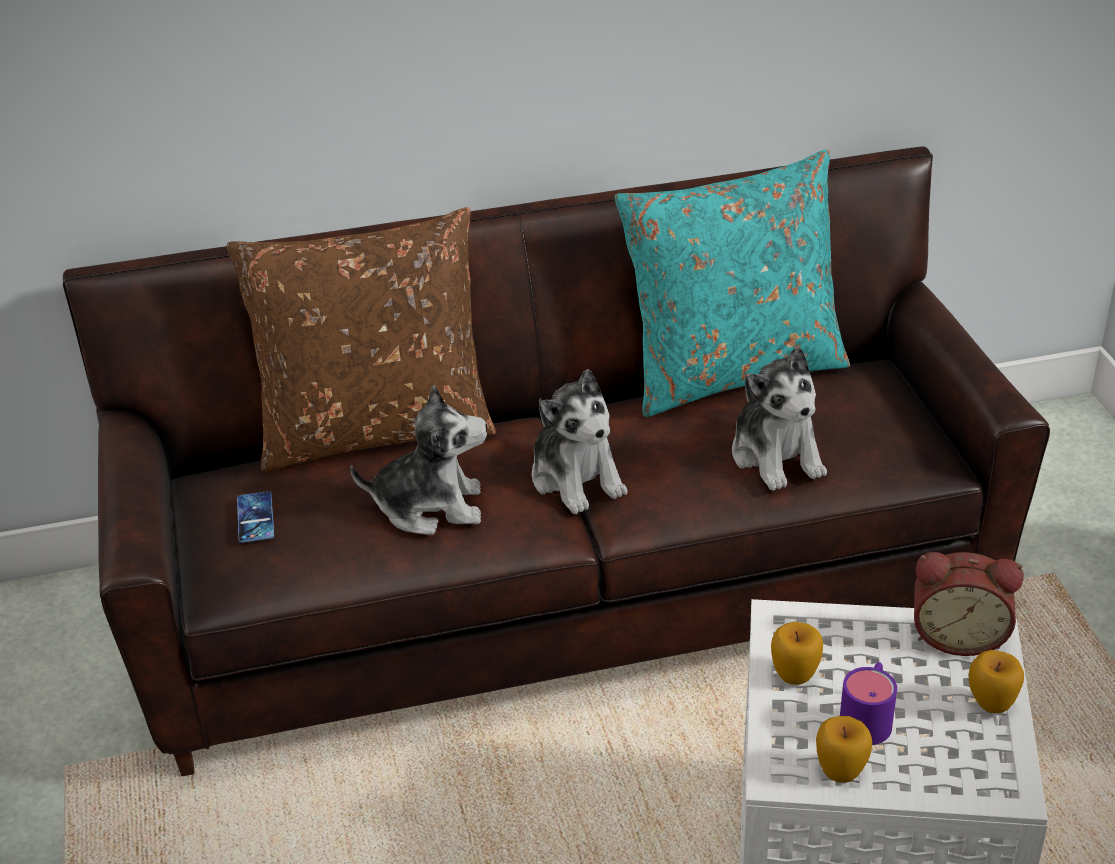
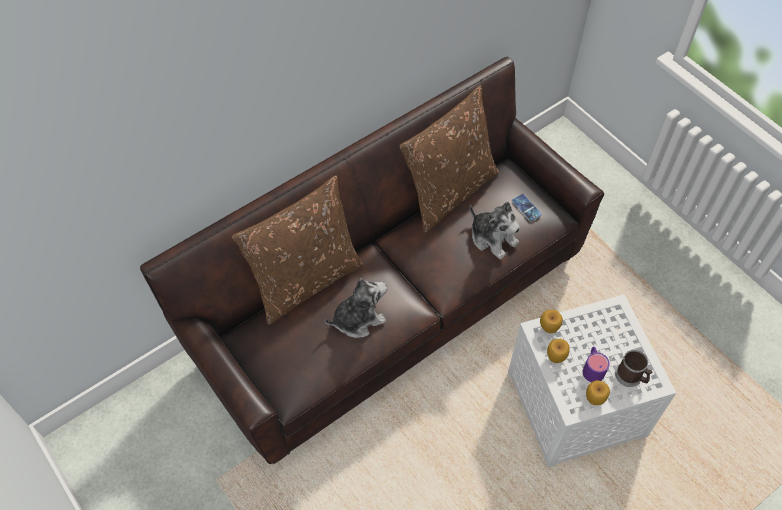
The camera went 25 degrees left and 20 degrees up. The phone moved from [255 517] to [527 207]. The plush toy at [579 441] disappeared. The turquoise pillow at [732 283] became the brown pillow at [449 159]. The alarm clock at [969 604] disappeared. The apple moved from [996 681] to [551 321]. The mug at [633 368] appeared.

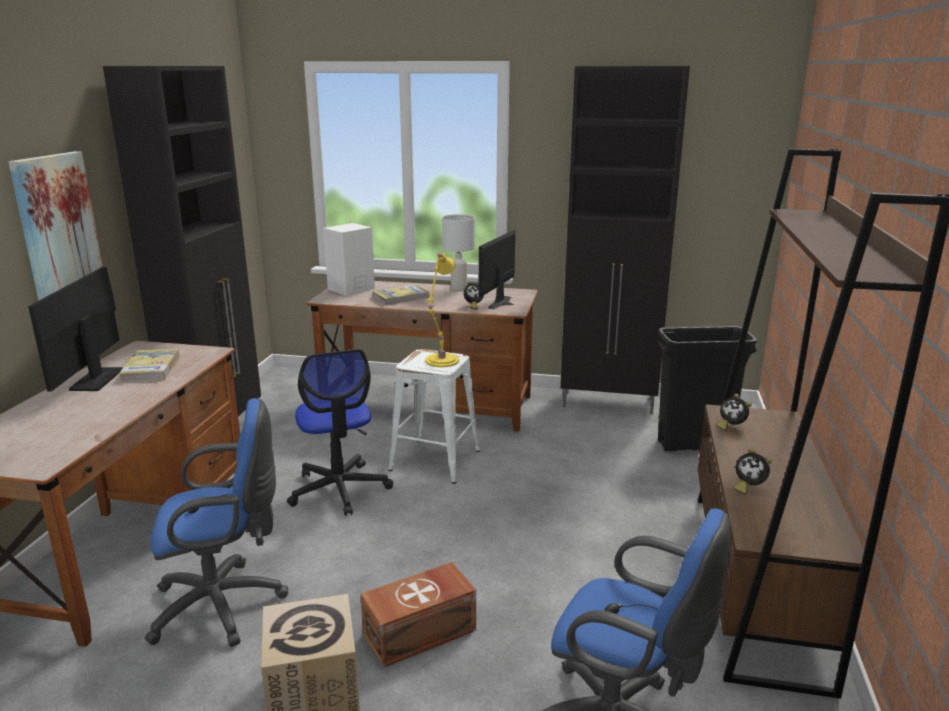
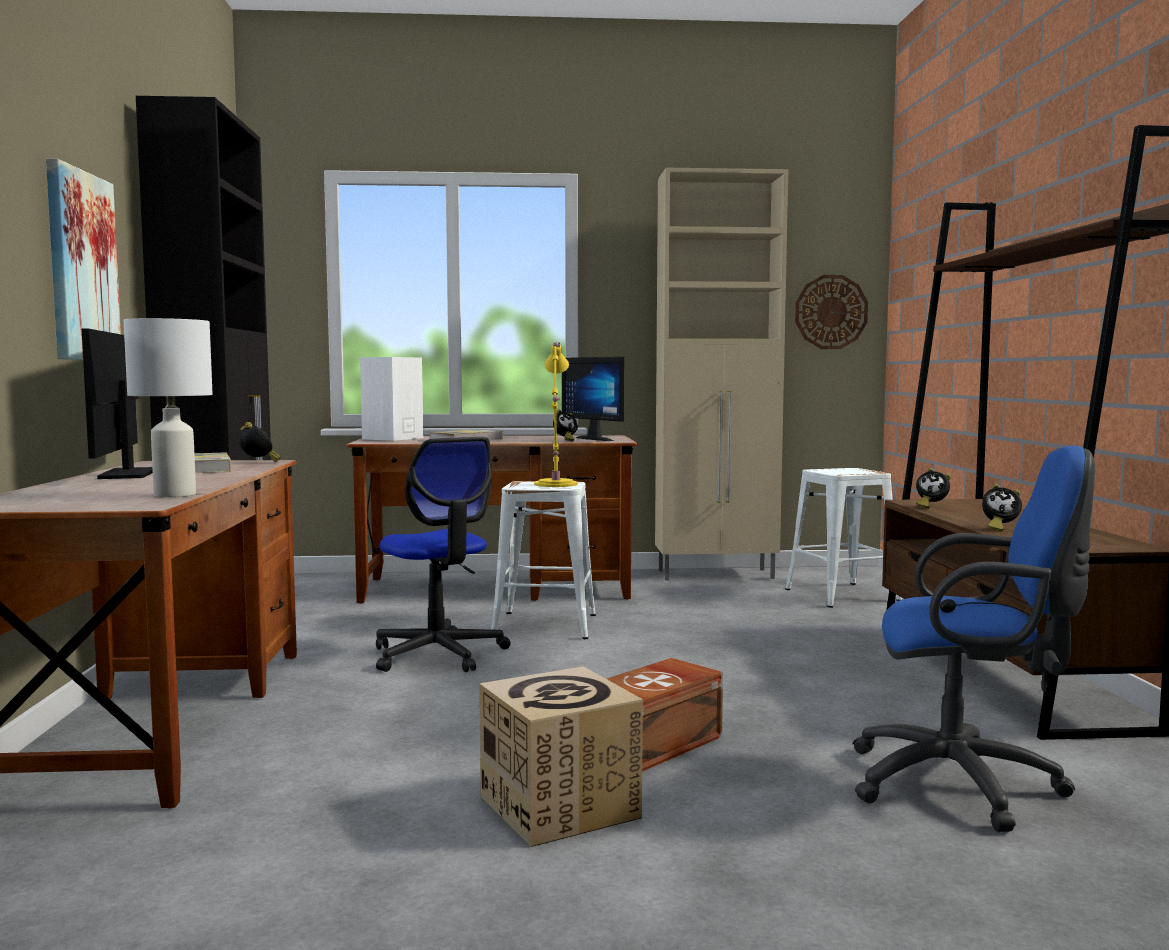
The camera went 15 degrees left and 15 degrees down. The blue office chair at [216 522] disappeared. The white table lamp moved from [458 252] to [168 408]. The monitor at [497 269] turned 45 degrees counterclockwise. The black cabinet at [625 240] became the beige cabinet at [721 374]. The black trash can at [706 388] was replaced by the white stool at [843 538]. The alarm clock at [260 442] appeared. The wall clock at [831 312] appeared.

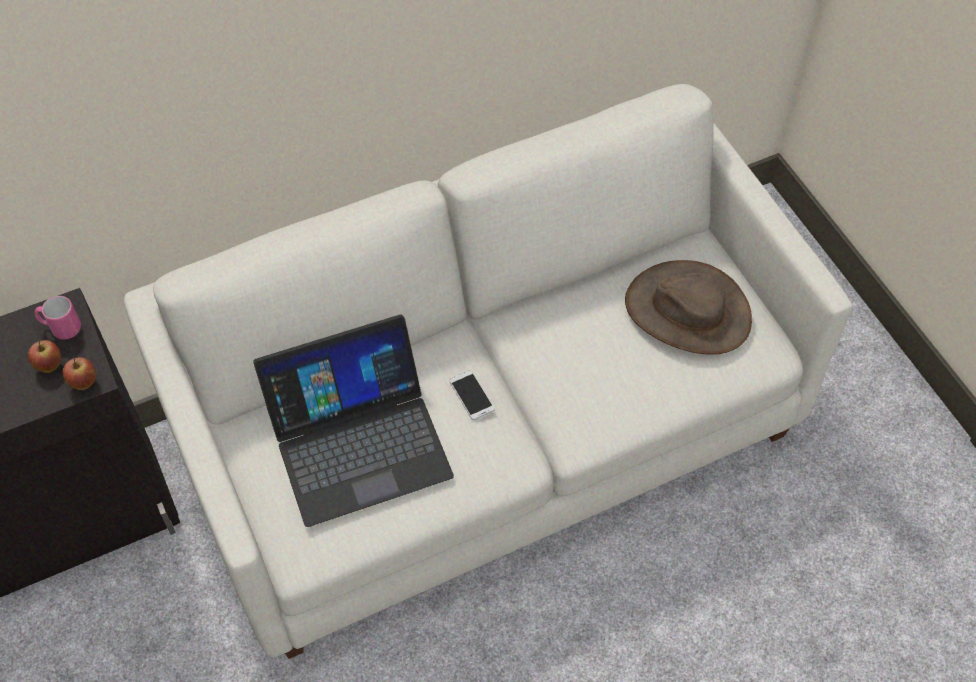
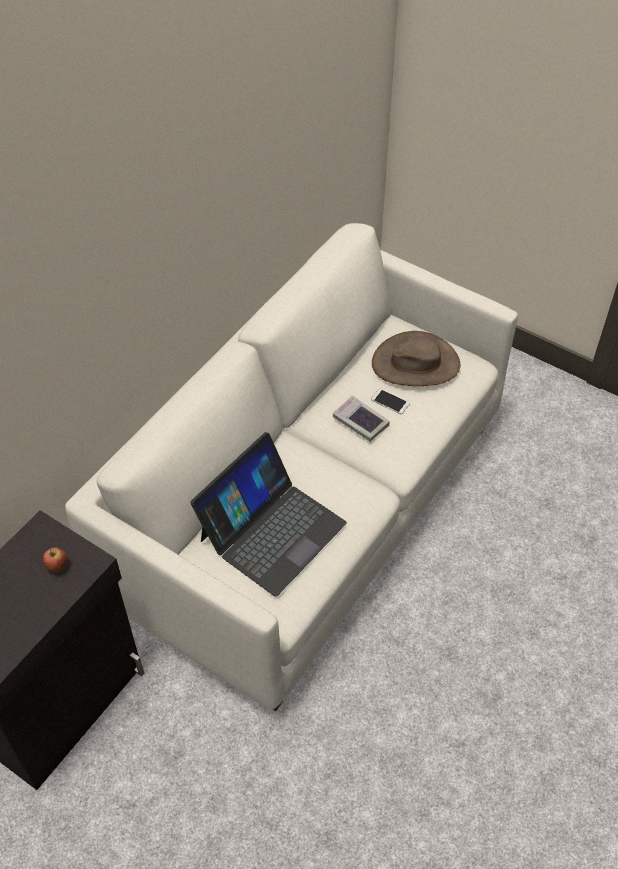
The camera went 30 degrees left and 5 degrees down. The pink mug at [57 318] disappeared. The apple at [79 373] disappeared. The phone moved from [472 395] to [390 401]. The book at [361 418] appeared.

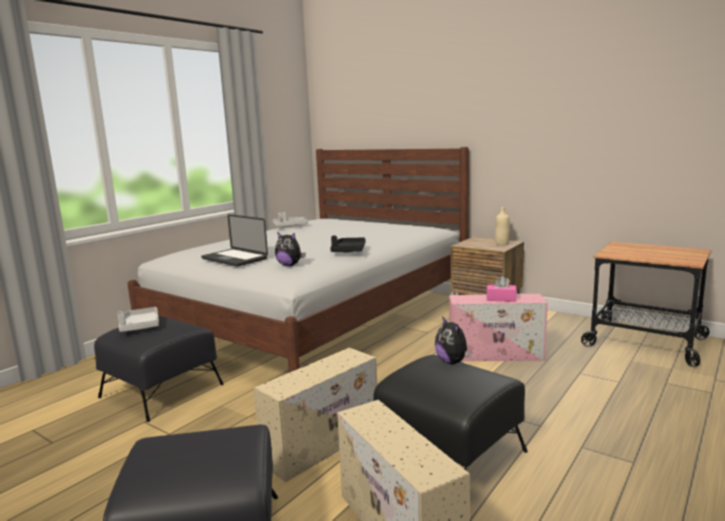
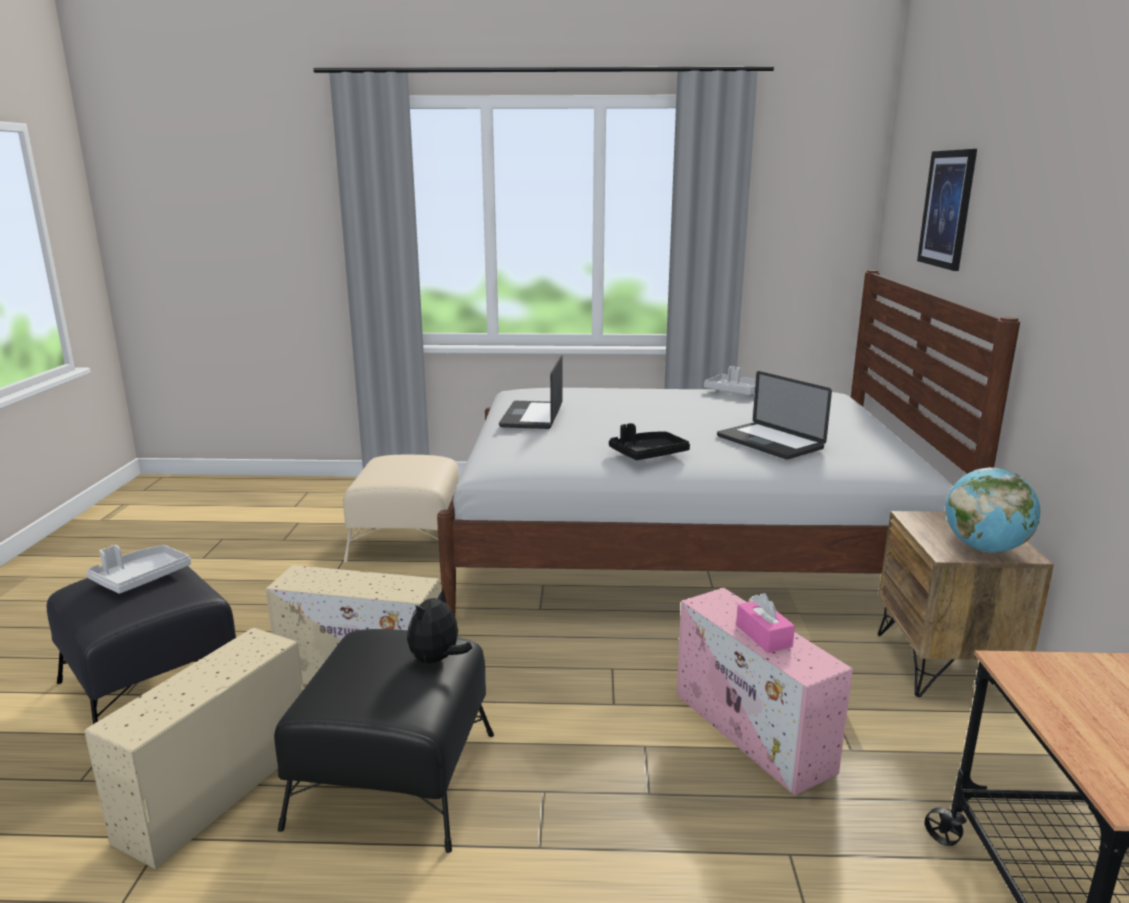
The camera went 55 degrees right and 5 degrees up. The black ottoman at [159 369] became the beige ottoman at [401 508]. The grey tray moved from [138 319] to [138 569]. The plush toy at [290 249] disappeared. The beige bottle at [502 226] was replaced by the globe at [993 510]. The laptop at [774 415] appeared. The picture at [947 210] appeared.

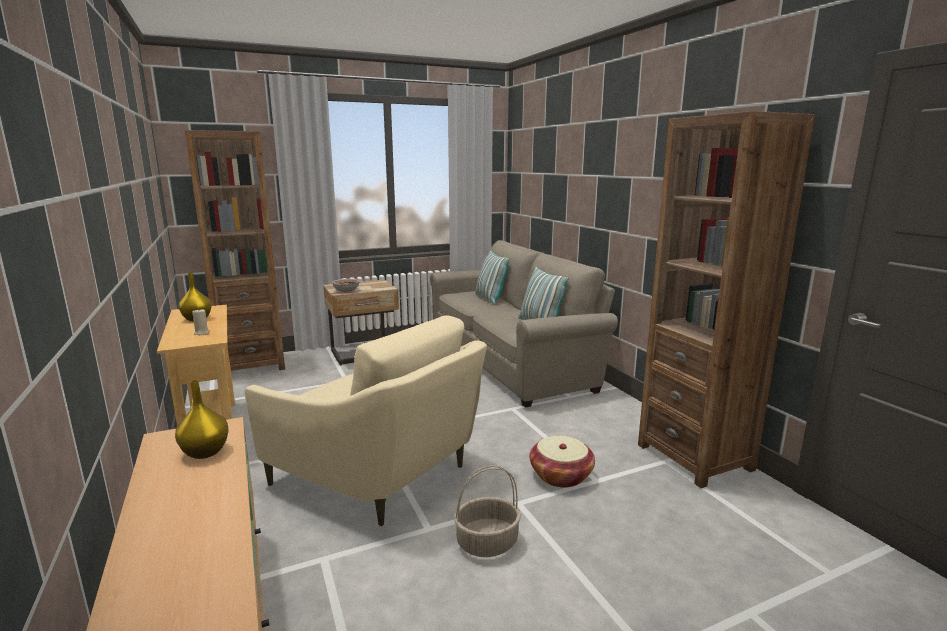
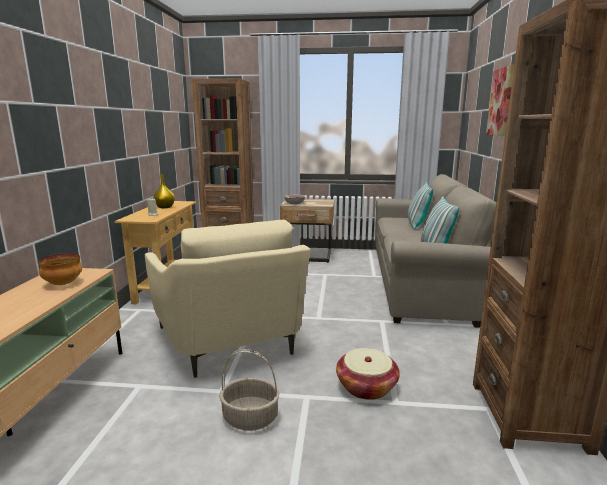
The camera went 30 degrees right and 0 degrees up. The yellow vase at [202 419] was replaced by the bowl at [60 269]. The picture at [500 100] appeared.

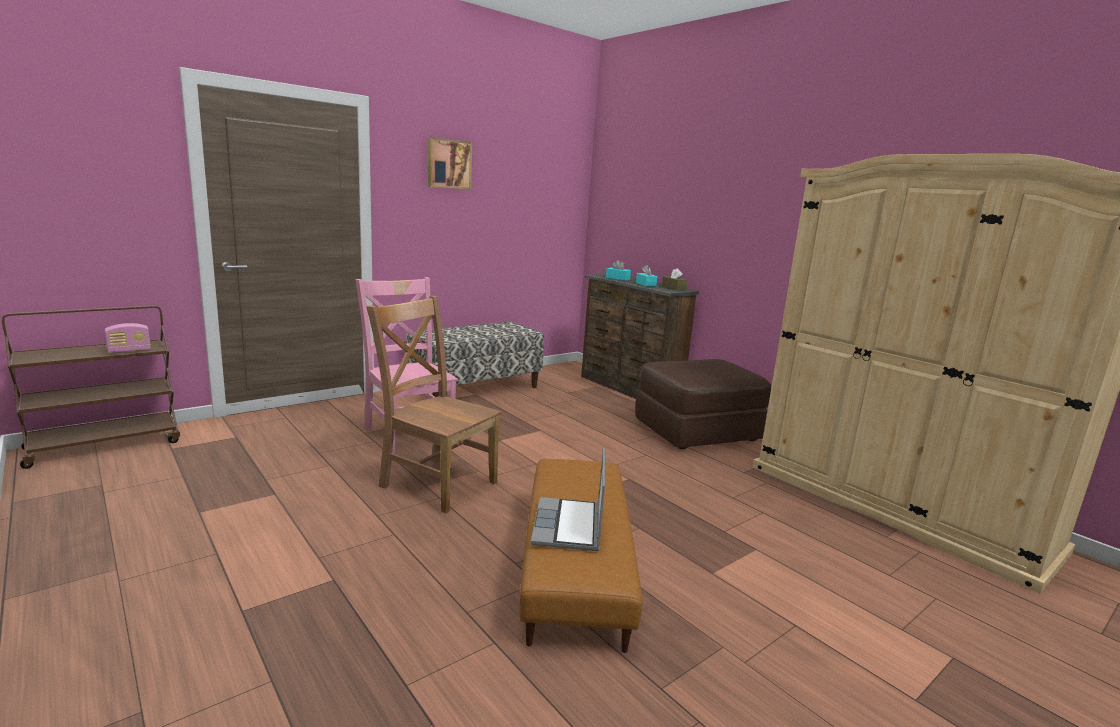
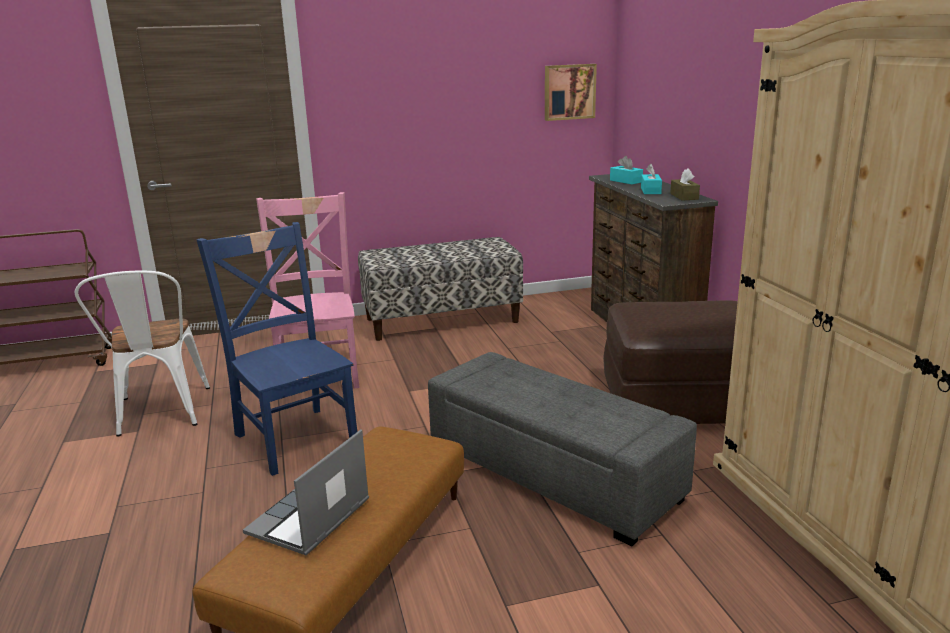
The camera went 25 degrees right and 5 degrees up. The radio at [128 338] disappeared. The brown chair at [434 405] became the blue chair at [276 349]. The picture moved from [450 163] to [571 92]. The white chair at [142 354] appeared. The grey ottoman at [562 449] appeared.

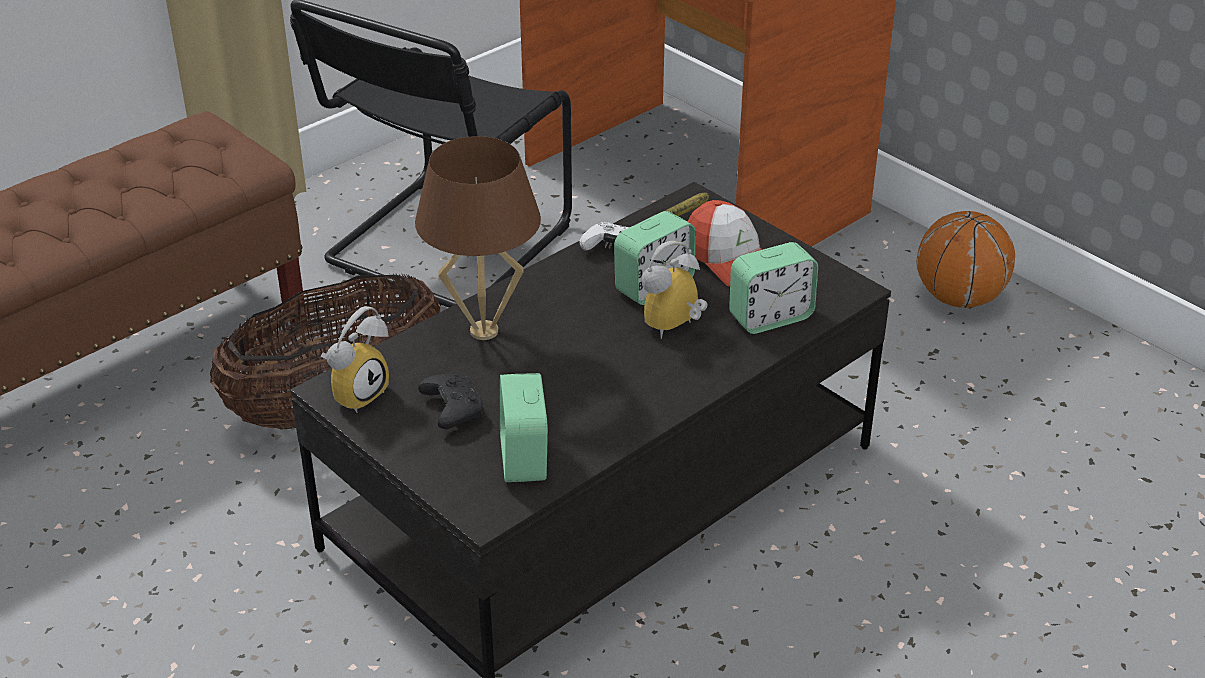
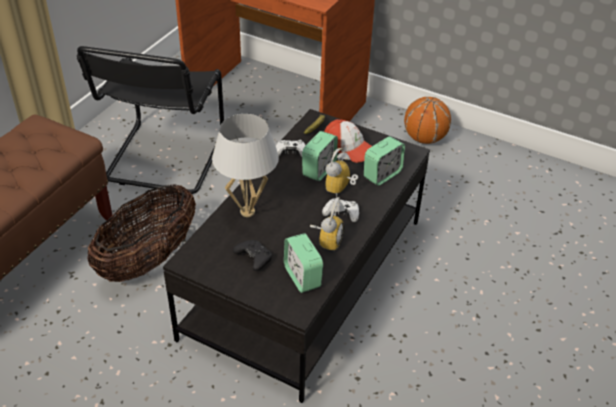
The camera went 20 degrees left and 5 degrees up. The alarm clock moved from [355 359] to [327 224]. The brown table lamp at [478 238] became the white table lamp at [245 165]. The white game controller at [340 210] appeared.

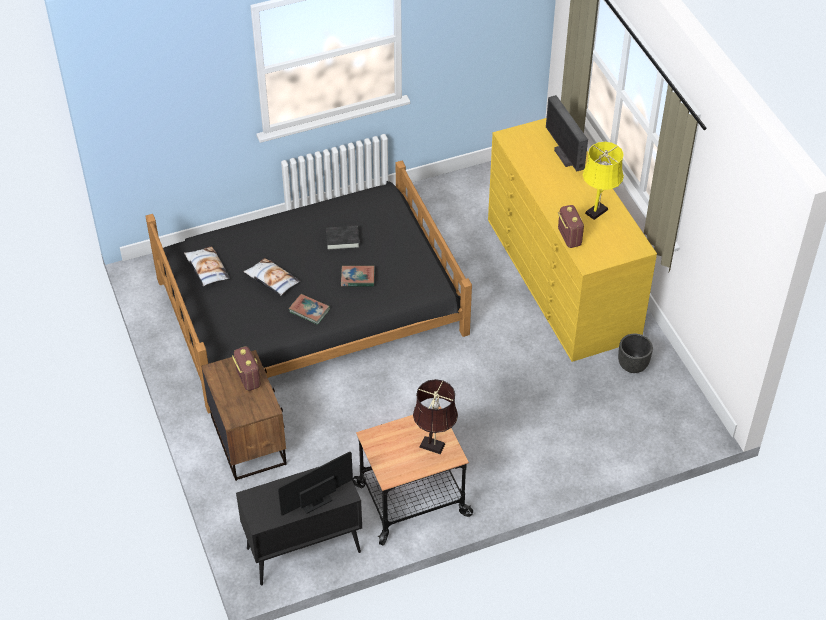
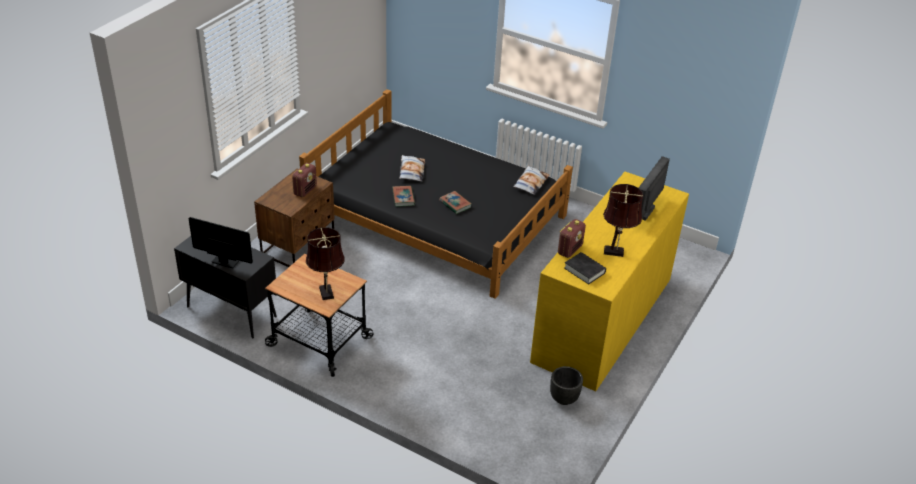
The camera went 50 degrees right and 10 degrees down. The pillow moved from [207 266] to [531 180]. The black book moved from [343 237] to [585 268]. The yellow table lamp at [603 181] became the brown table lamp at [623 220].

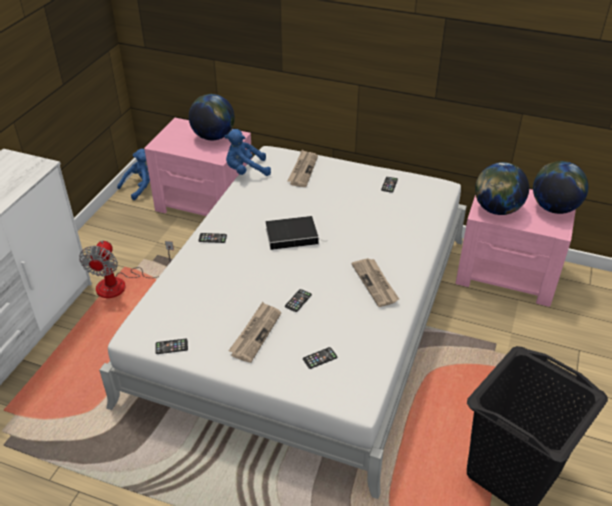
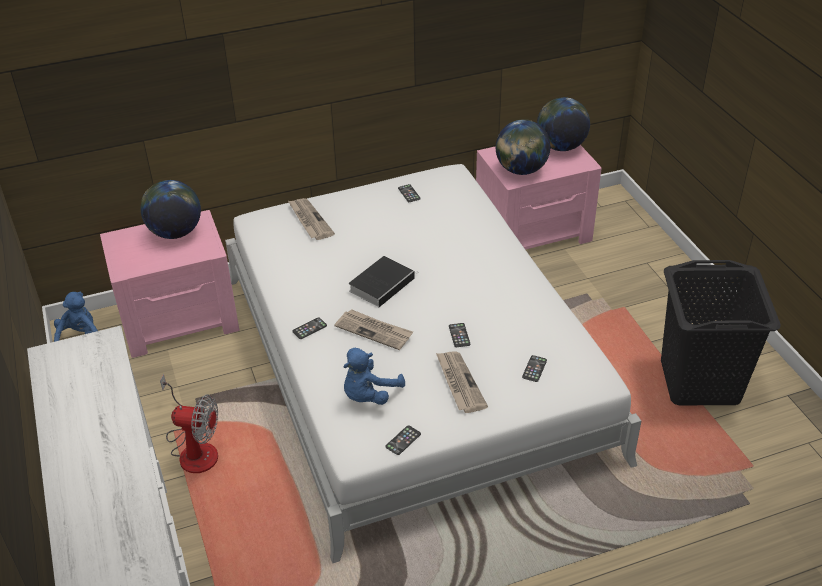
The camera went 40 degrees left and 0 degrees up. The fan at [126 269] turned 45 degrees counterclockwise. The blue plush toy moved from [247 152] to [374 376]. The newspaper moved from [375 282] to [374 329].

